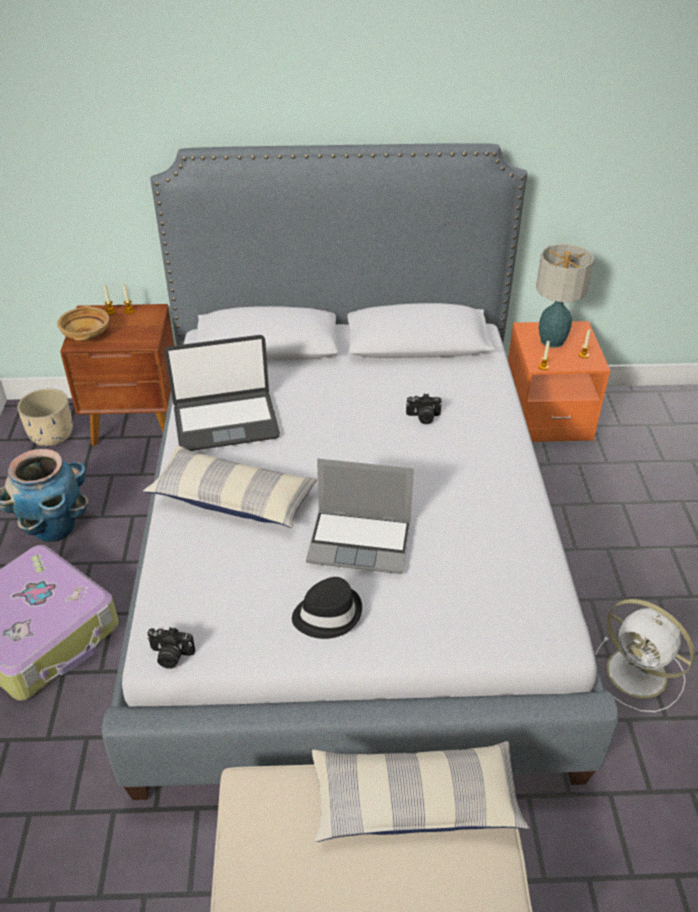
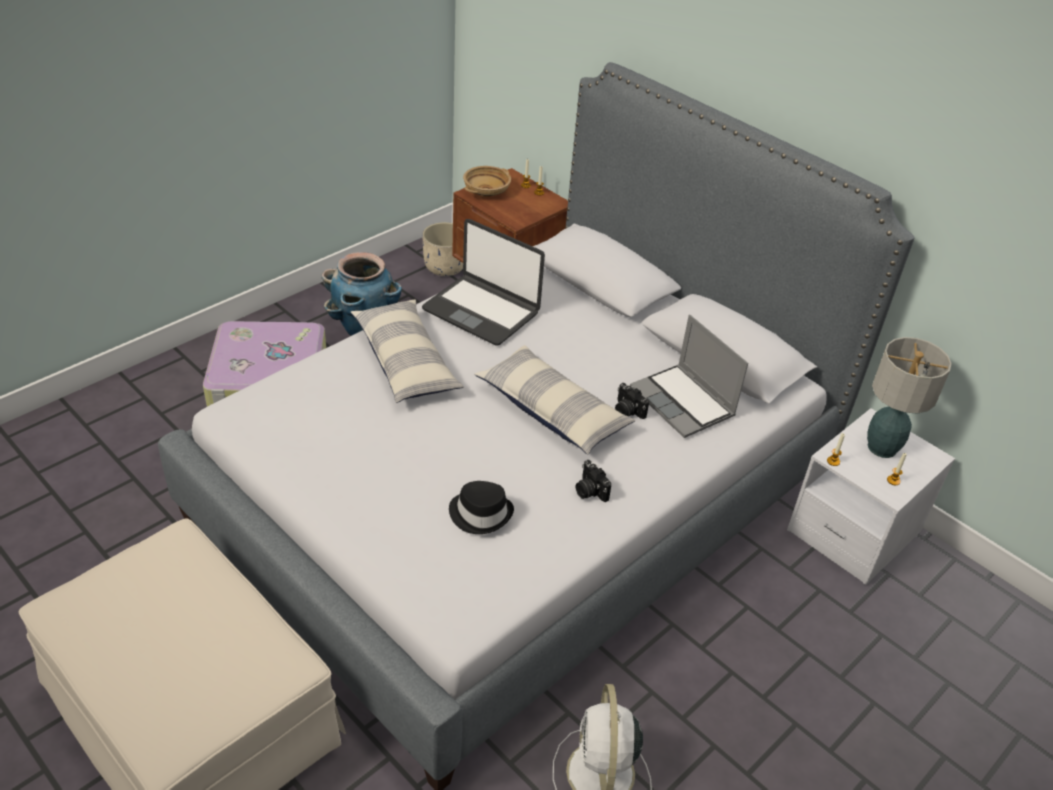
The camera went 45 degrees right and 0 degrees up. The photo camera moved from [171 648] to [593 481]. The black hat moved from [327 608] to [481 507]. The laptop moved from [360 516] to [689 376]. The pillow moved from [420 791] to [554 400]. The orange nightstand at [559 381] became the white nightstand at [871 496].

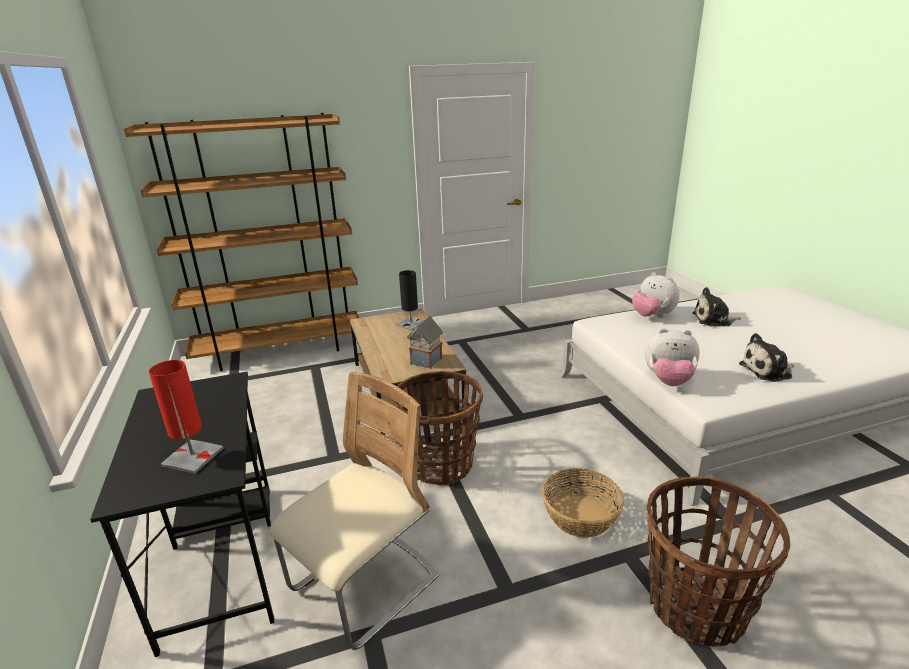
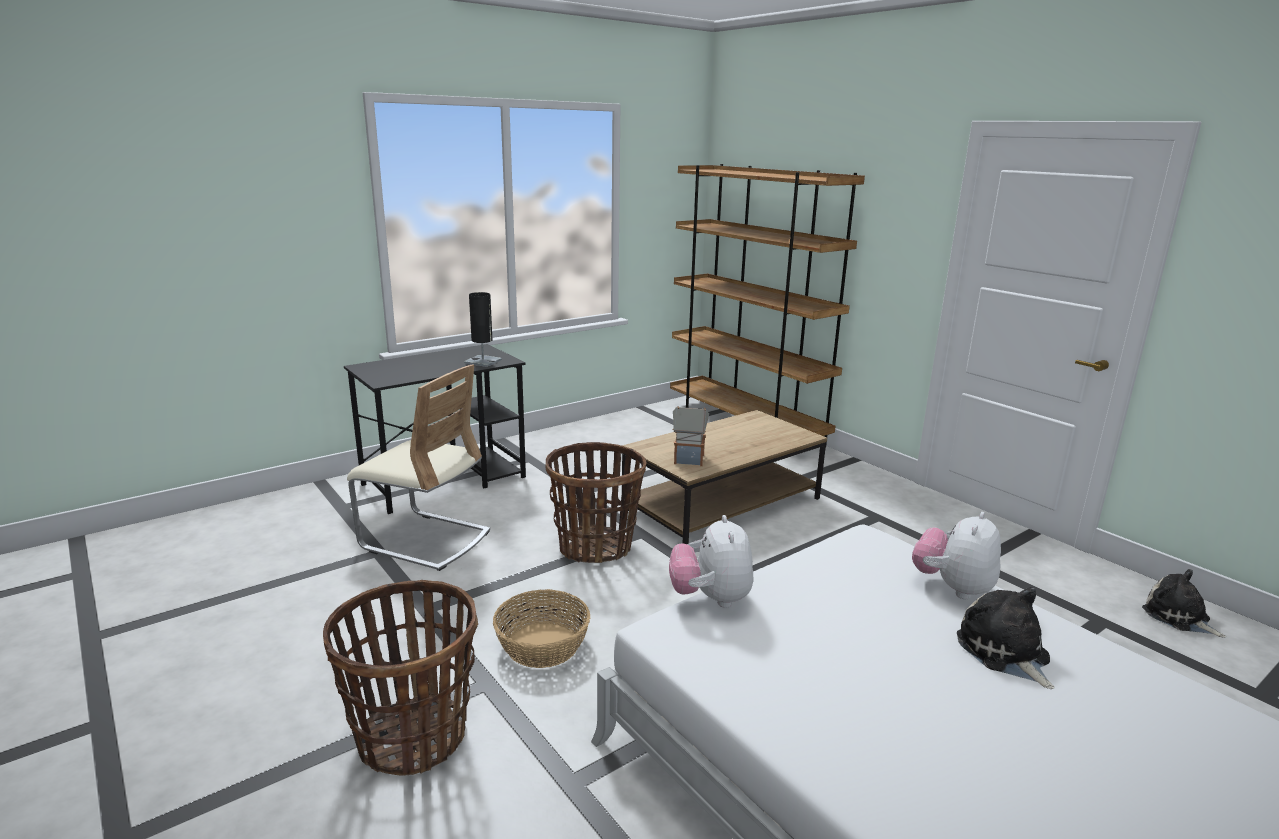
The camera went 70 degrees right and 5 degrees down. The red table lamp at [186 417] disappeared. The black table lamp moved from [409 300] to [483 329]. The plush toy moved from [766 357] to [1184 603].

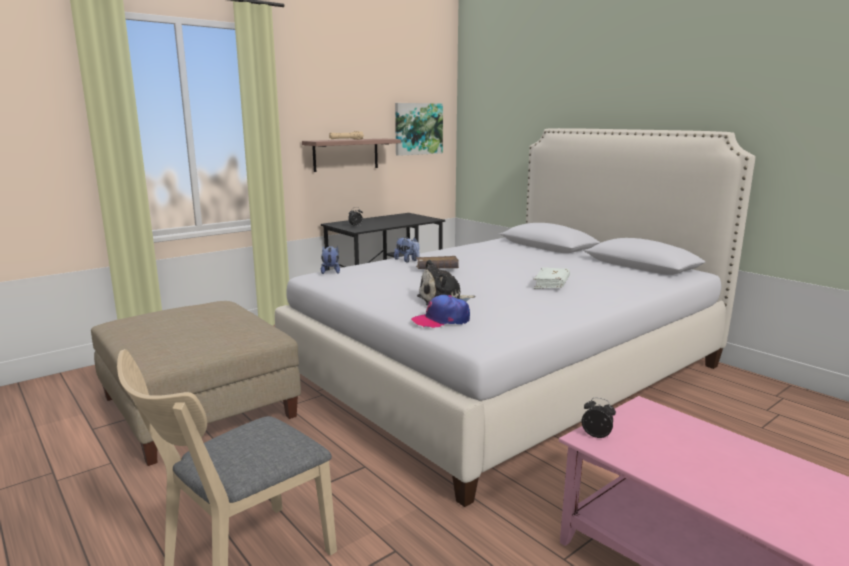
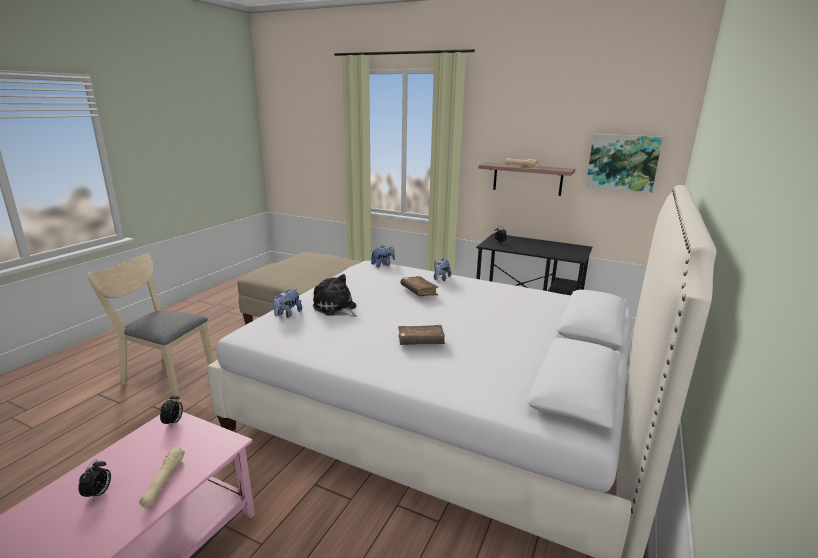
The camera went 65 degrees right and 5 degrees up. The cap at [440 311] was replaced by the plush toy at [287 303]. The white book at [552 278] became the brown book at [421 335]. The alarm clock at [94 480] appeared. The beige flashlight at [162 477] appeared.

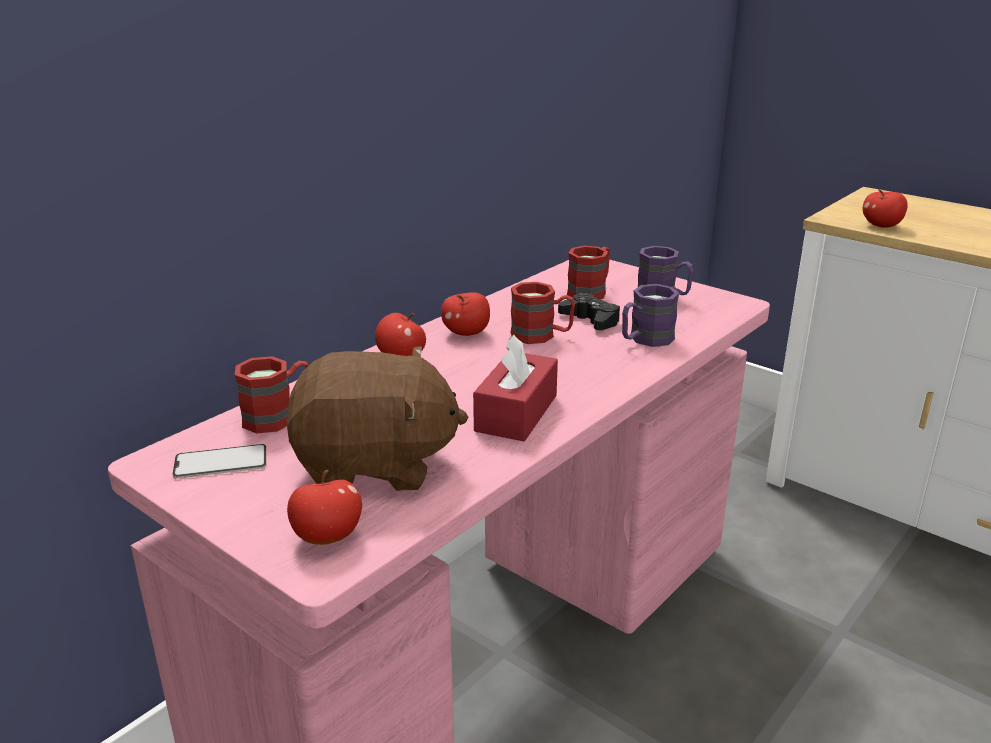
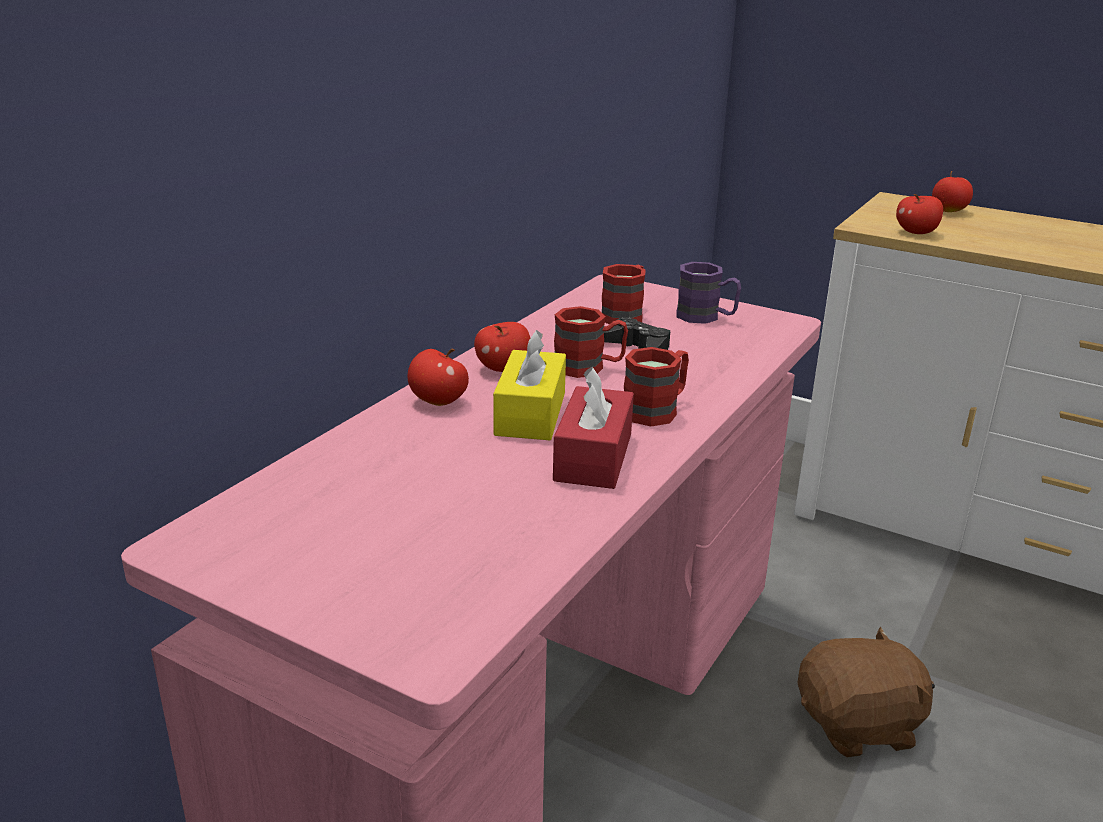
The camera went 10 degrees left and 0 degrees up. The phone at [219 461] disappeared. The red mug moved from [272 395] to [656 386]. The brown plush toy moved from [377 418] to [866 692]. The apple moved from [324 507] to [952 191]. The purple mug at [650 315] disappeared. The yellow tissue box at [529 385] appeared.

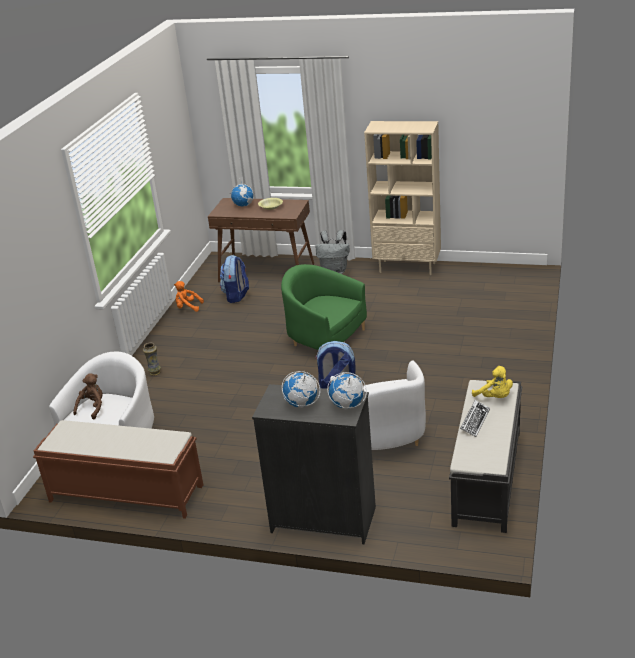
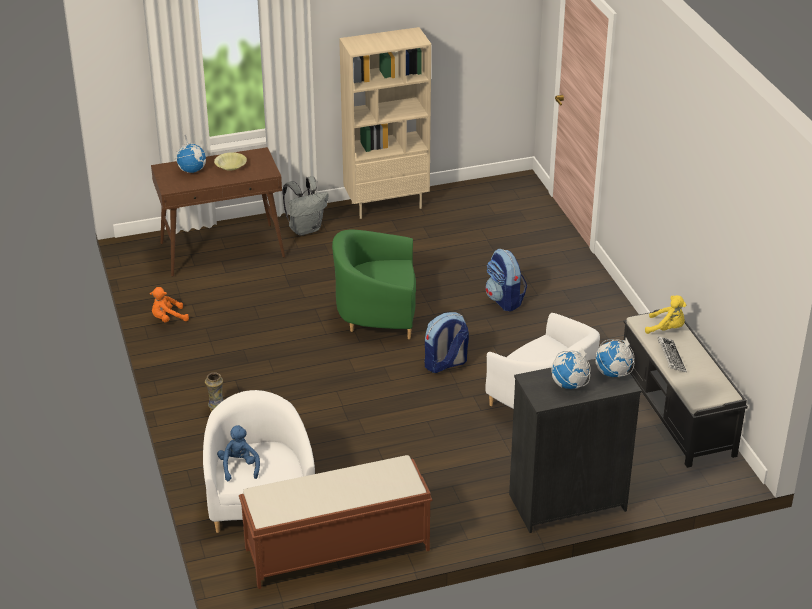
The camera went 35 degrees left and 5 degrees up. The brown plush toy at [88 396] became the blue plush toy at [238 453]. The backpack moved from [234 279] to [506 280].

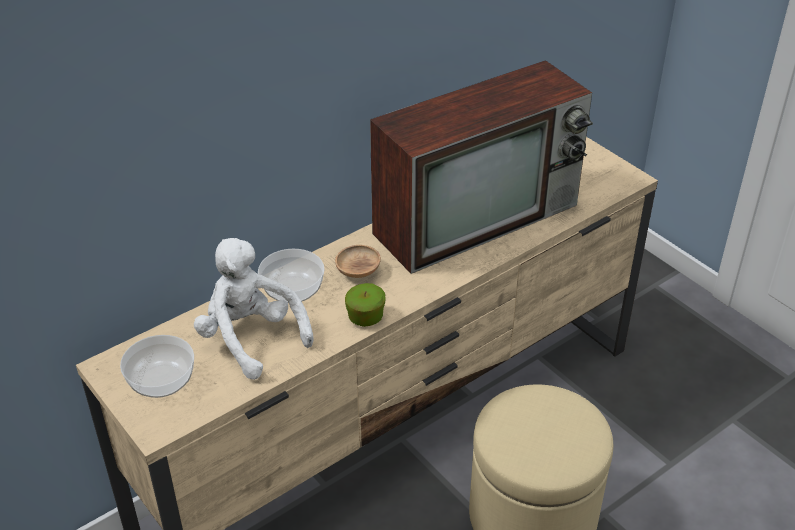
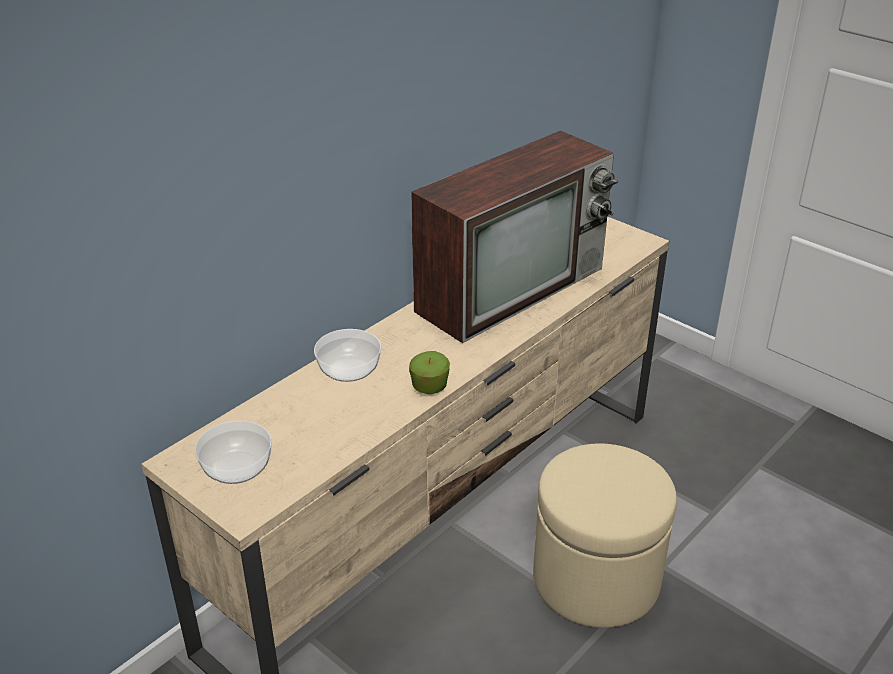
The camera went 10 degrees left and 5 degrees down. The white plush toy at [254 309] disappeared. The brown bowl at [358 261] disappeared.

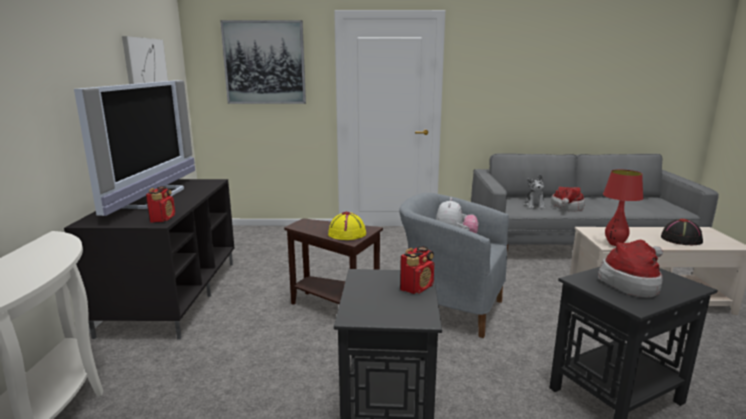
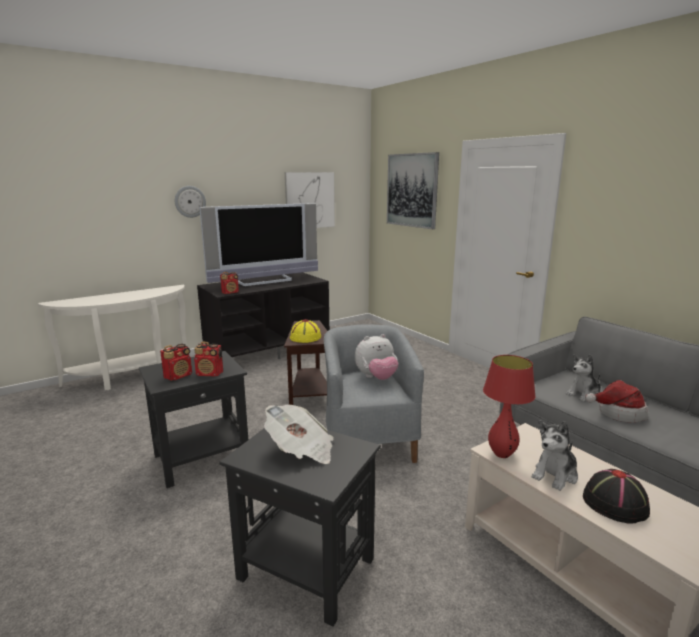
The camera went 55 degrees right and 0 degrees up. The hat at [630 268] was replaced by the newspaper at [299 434]. The radio at [176 362] appeared. The wall clock at [190 202] appeared. The plush toy at [555 455] appeared.

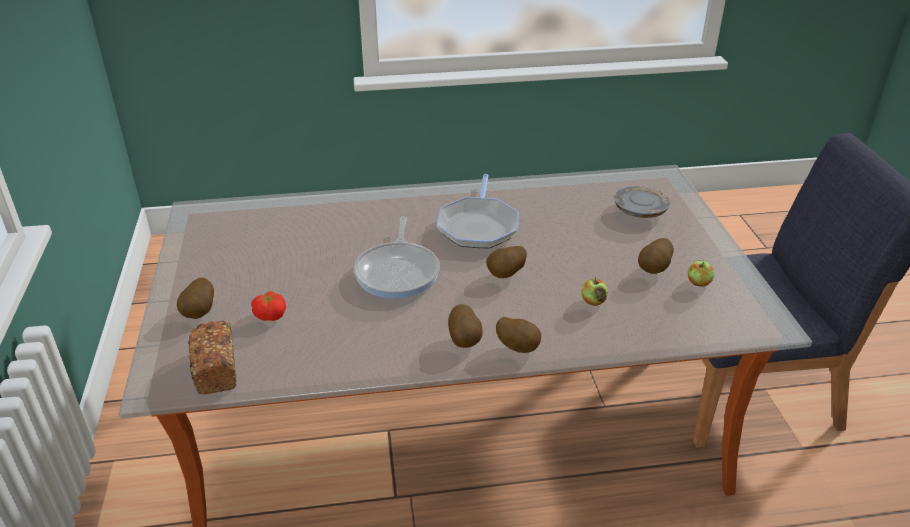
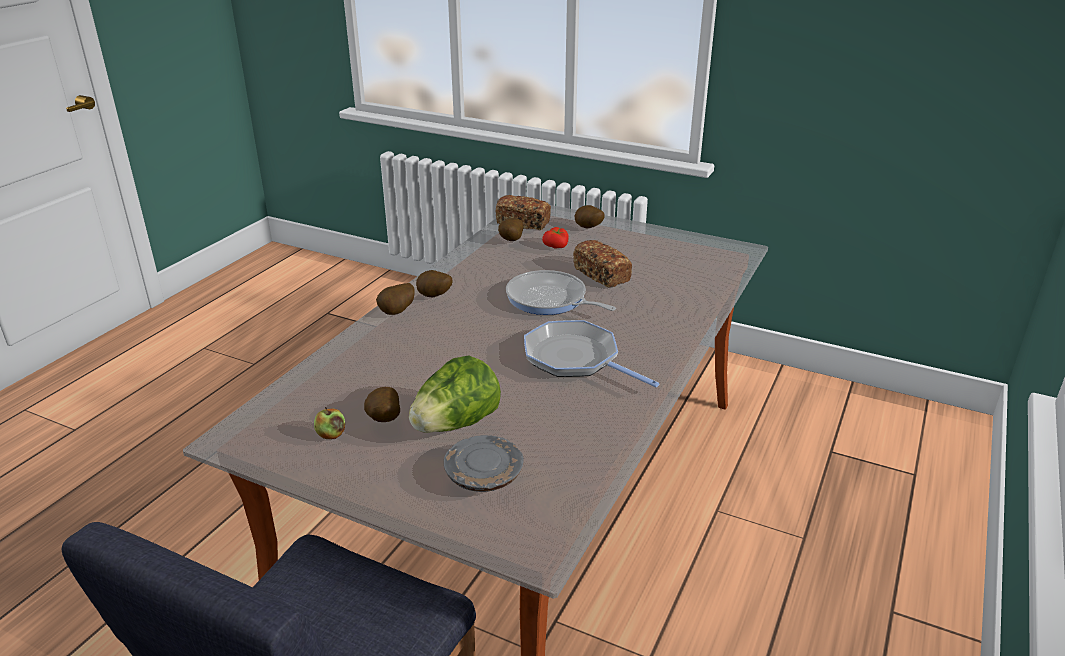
The camera went 125 degrees right and 5 degrees down. The potato moved from [506 262] to [510 229]. The apple at [594 291] disappeared. The lettuce at [455 394] appeared. The bread at [602 263] appeared.

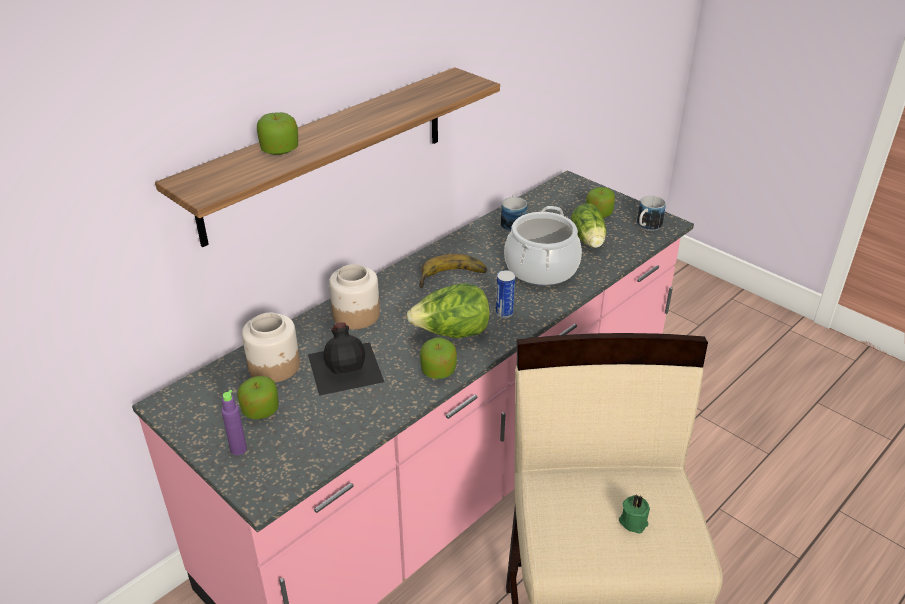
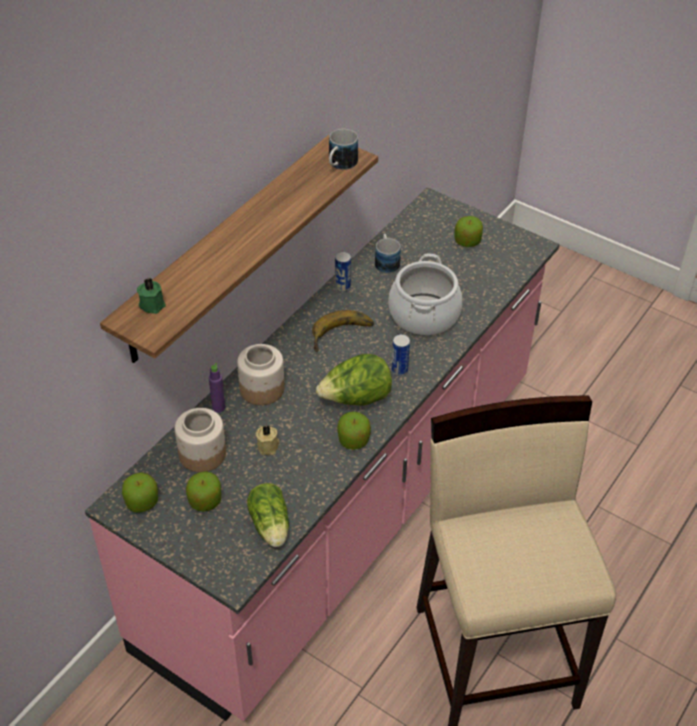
The camera went 10 degrees left and 10 degrees up. The purple bottle moved from [234 422] to [217 388]. The apple moved from [277 133] to [140 492]. The black bottle at [346 359] was replaced by the beige candle at [268 440]. The lettuce moved from [588 226] to [268 515]. The green candle moved from [634 514] to [151 296]. The mug moved from [651 213] to [343 149]. The can at [343 272] appeared.

